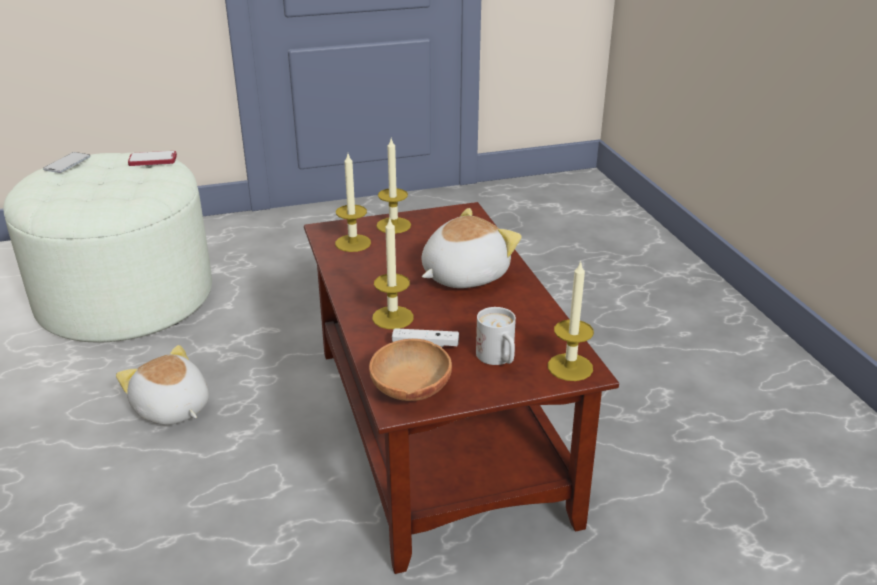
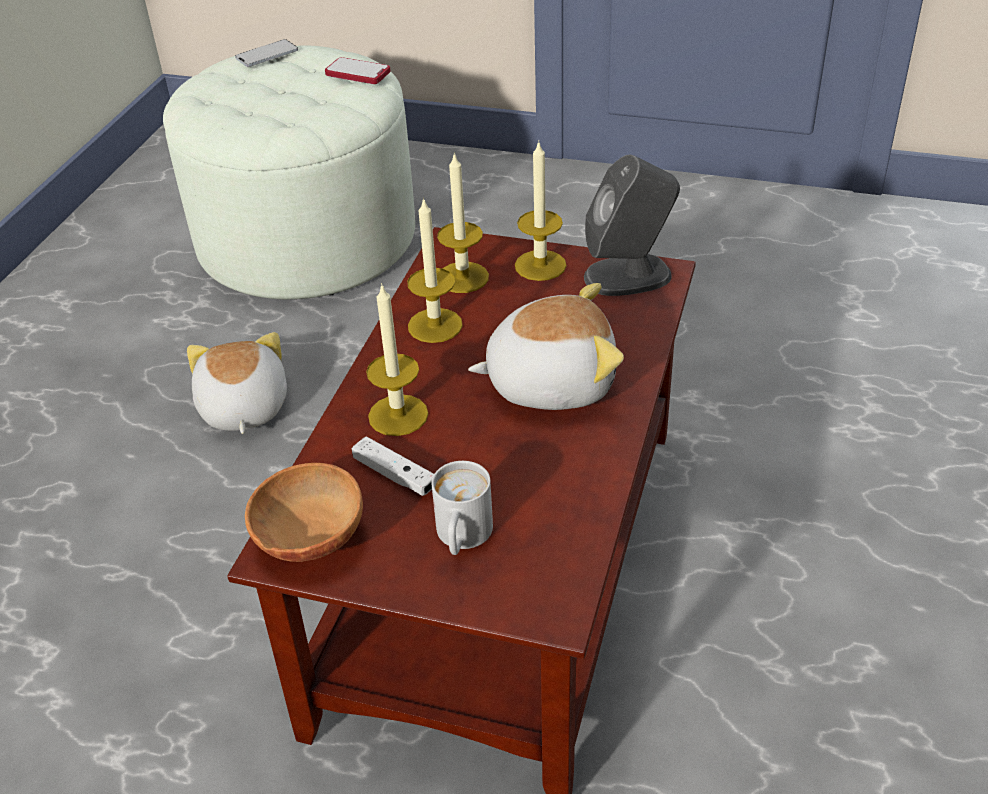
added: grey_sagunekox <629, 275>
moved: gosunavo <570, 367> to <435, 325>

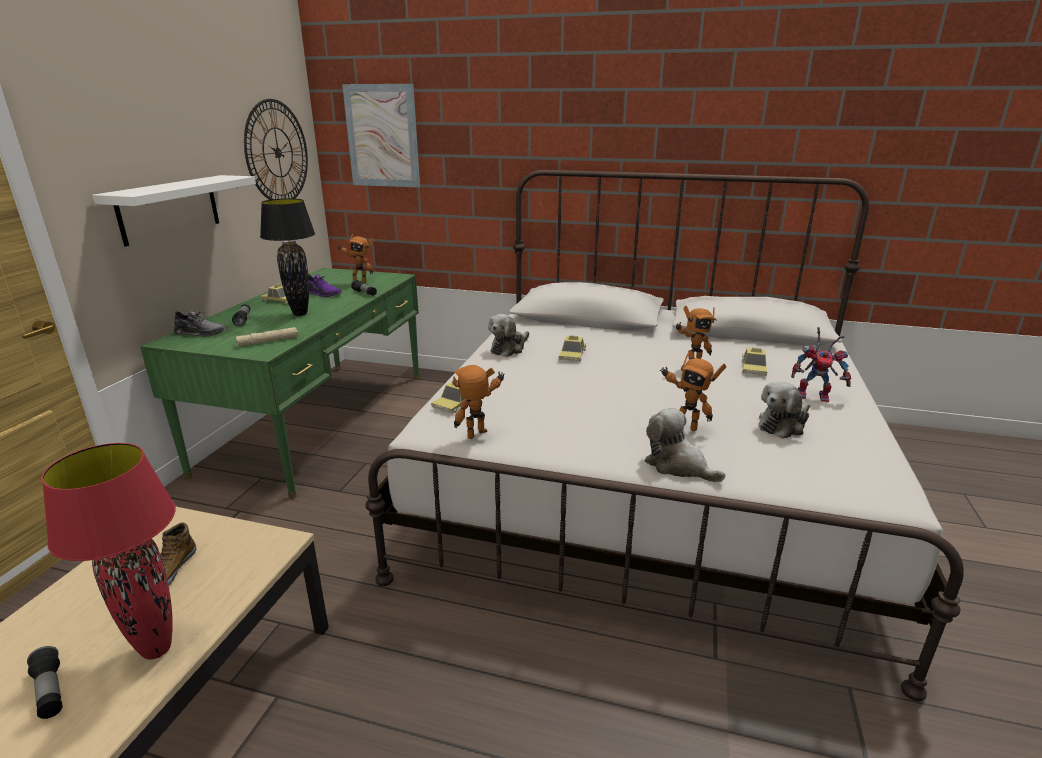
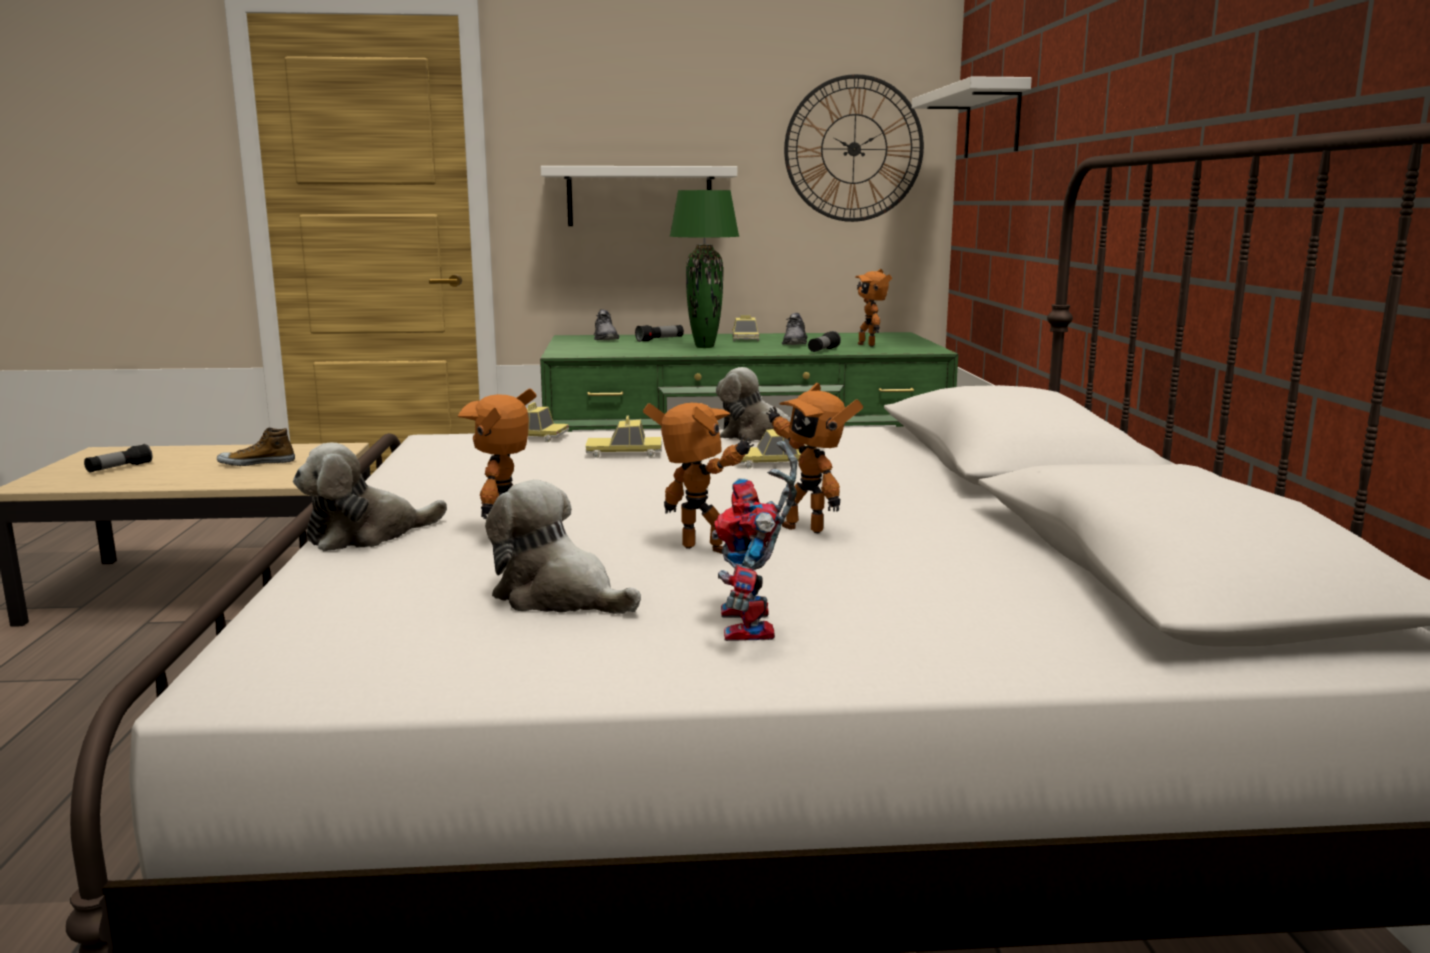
removed: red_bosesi <156, 650>; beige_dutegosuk <269, 341>
moved: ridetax <753, 368> to <624, 453>; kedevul <480, 436> to <702, 552>
replaced: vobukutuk <382, 136> to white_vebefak <992, 122>
recoloured: black_bosesi <300, 314> to green_bosesi <704, 347>; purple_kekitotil <322, 293> to grey_kekitotil <795, 343>
turned: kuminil <678, 465> = <366, 535> 150 degrees counterclockwise

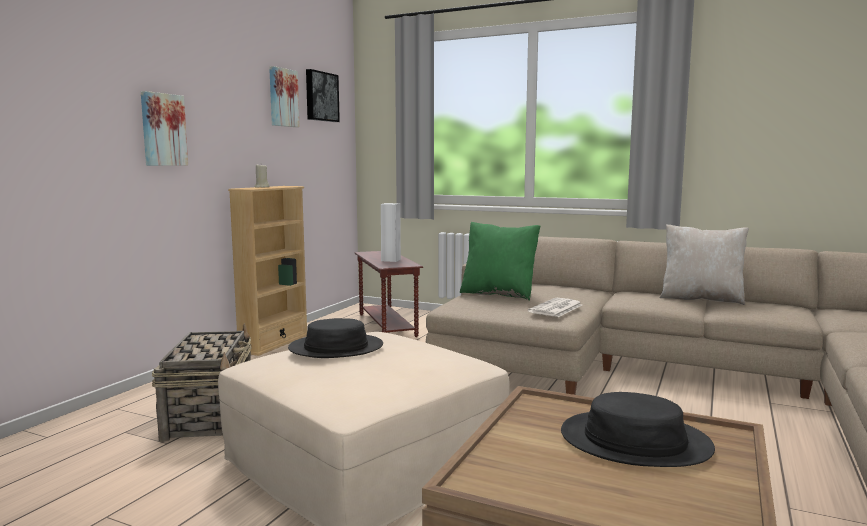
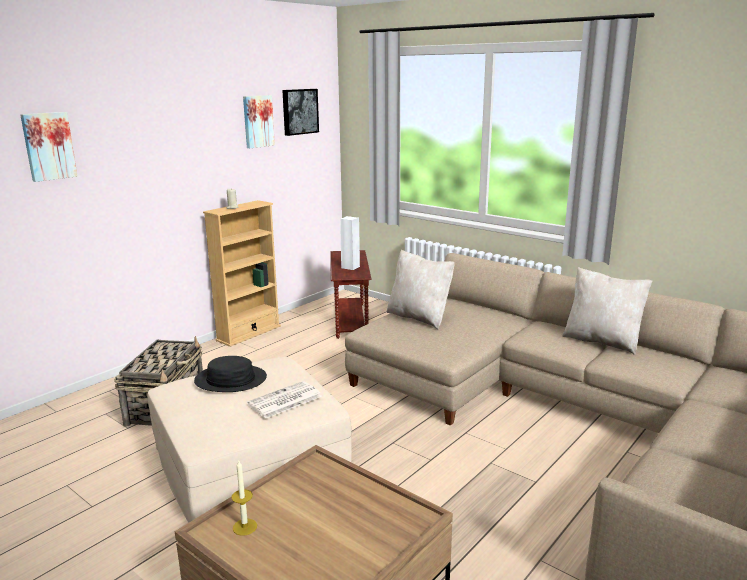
removed: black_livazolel <634, 441>
added: gosunavo <245, 527>
moved: vobukutuk <162, 130> to <48, 146>; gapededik <556, 309> to <284, 401>
recoloured: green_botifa <499, 294> to beige_botifa <419, 317>

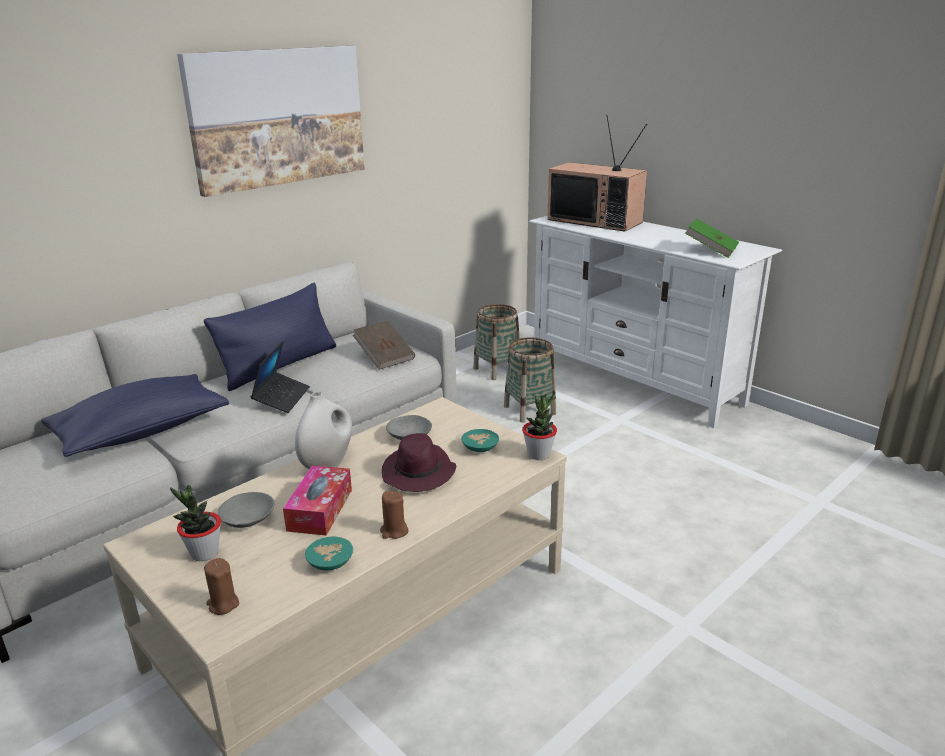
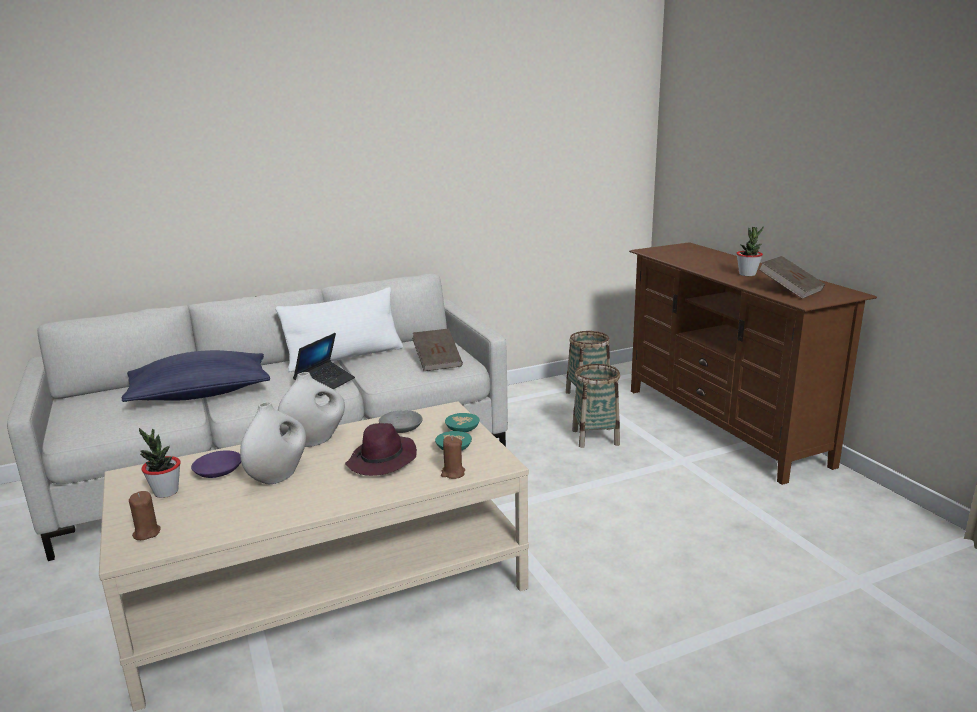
removed: vobukutuk <278, 117>; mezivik <596, 221>
moved: brown_gosunavo <394, 531> to <453, 473>; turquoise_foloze <328, 562> to <461, 429>; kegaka <539, 454> to <747, 274>
replaced: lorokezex <320, 510> to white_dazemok <278, 476>
recoloured: grey_foloze <247, 519> to purple_foloze <217, 472>; blue_botifa <279, 366> to white_botifa <345, 358>; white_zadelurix <635, 380> to brown_zadelurix <724, 425>; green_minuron <710, 250> to brown_minuron <790, 290>

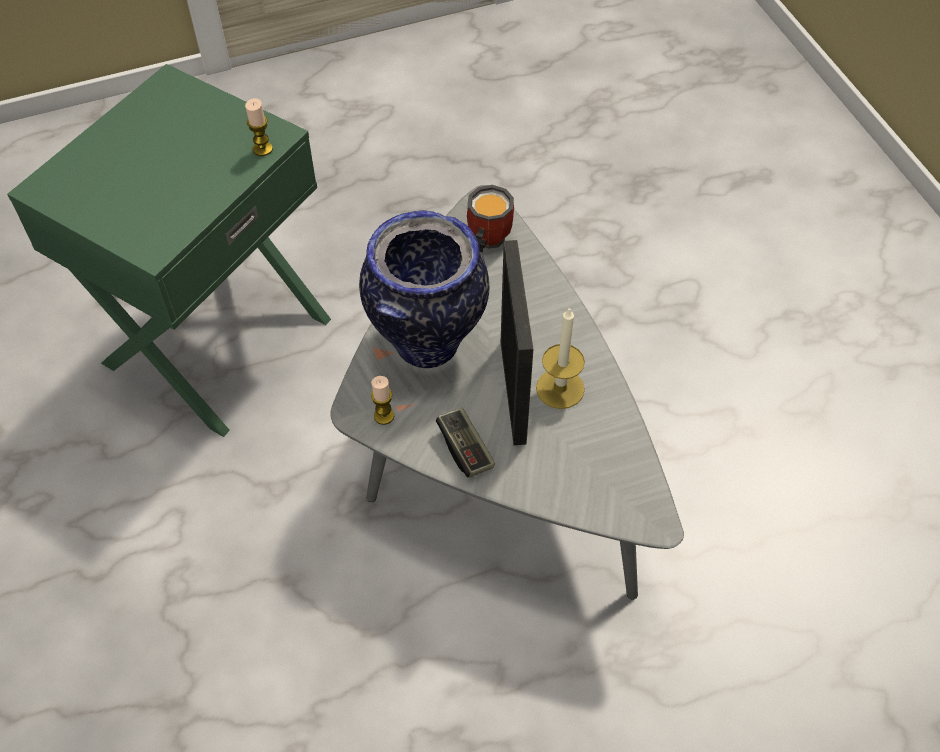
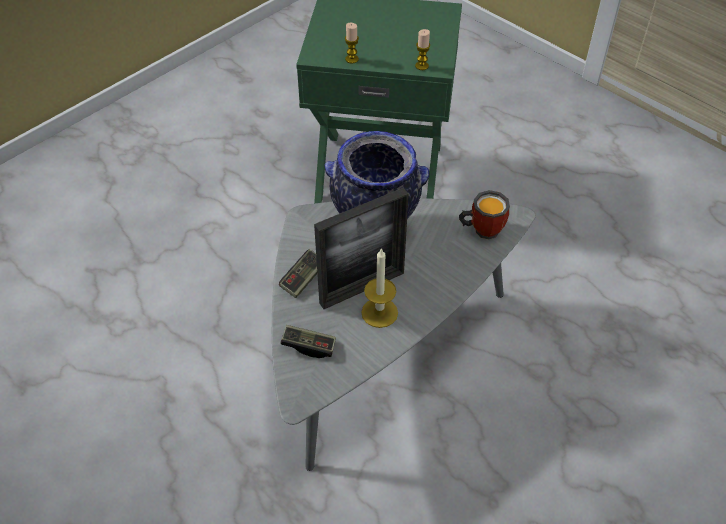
added: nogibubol <309, 346>
moved: gosunavo <384, 416> to <352, 59>

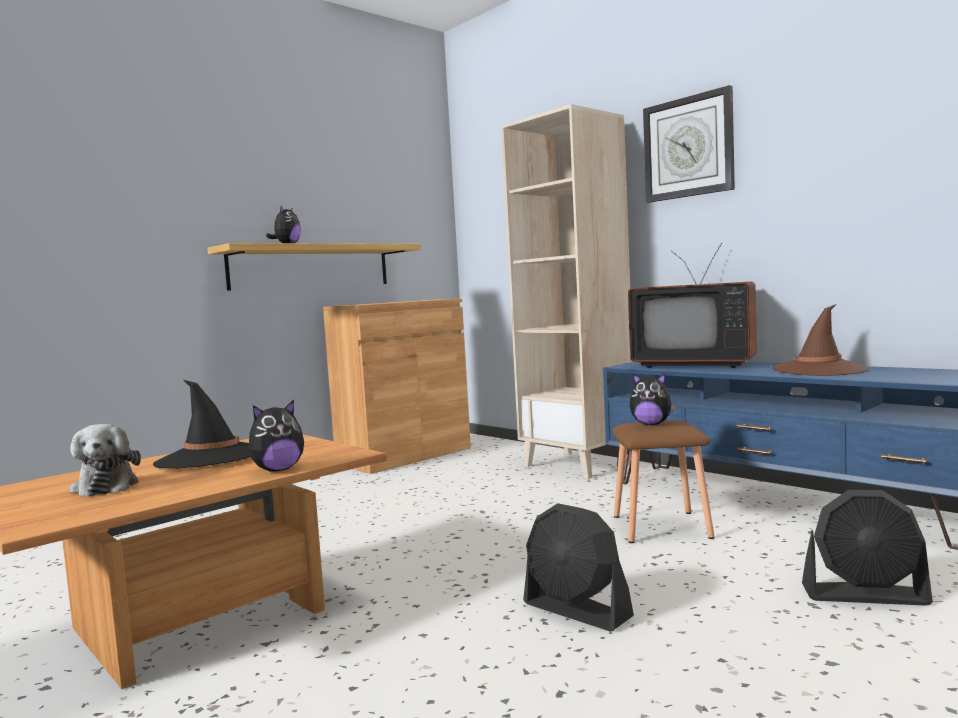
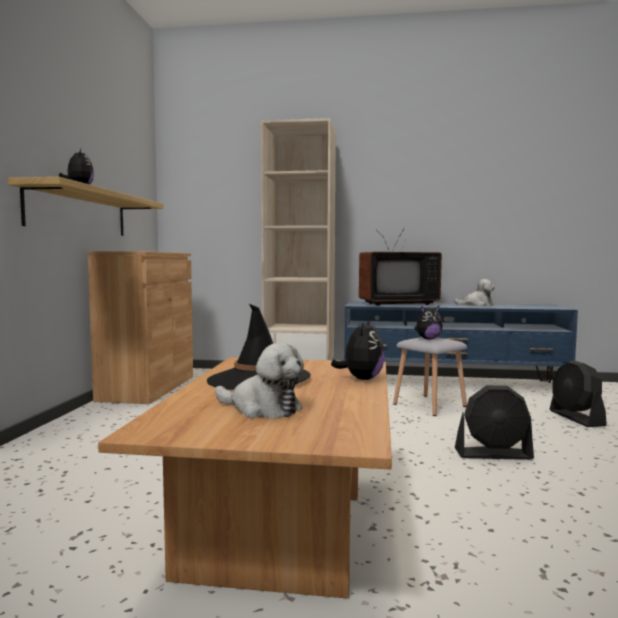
removed: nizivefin <688, 147>
replaced: brown_livazolel <819, 370> to kuminil <476, 305>
recoloured: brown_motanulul <662, 526> to grey_motanulul <429, 405>
turned: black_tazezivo <865, 595> = <576, 418> 105 degrees clockwise

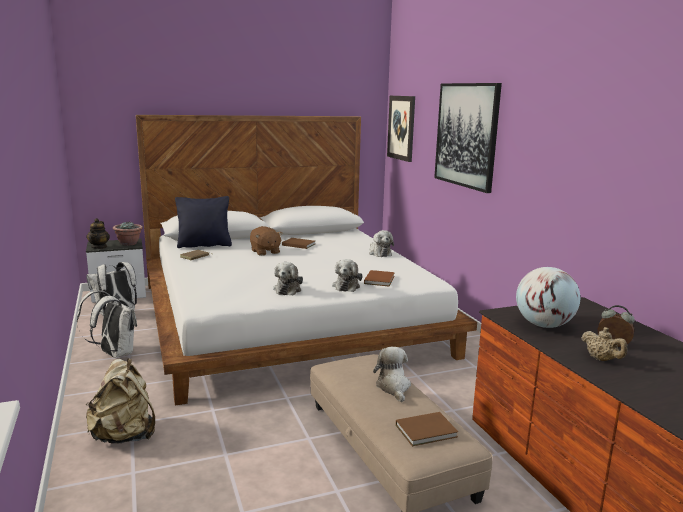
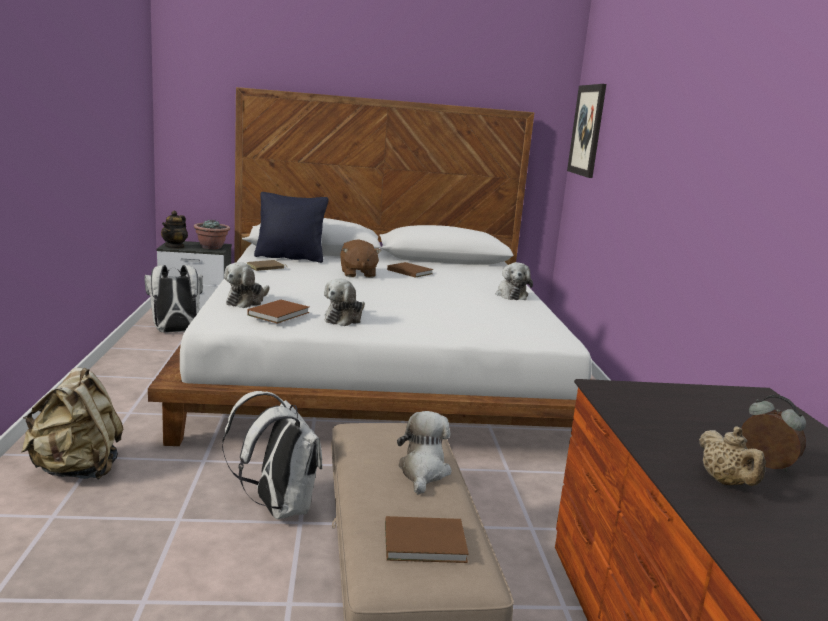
removed: vobukutuk <466, 135>; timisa <543, 325>
moved: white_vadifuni <114, 354> to <277, 507>; kuminil <346, 286> to <246, 301>; brown_minuron <380, 279> to <280, 314>

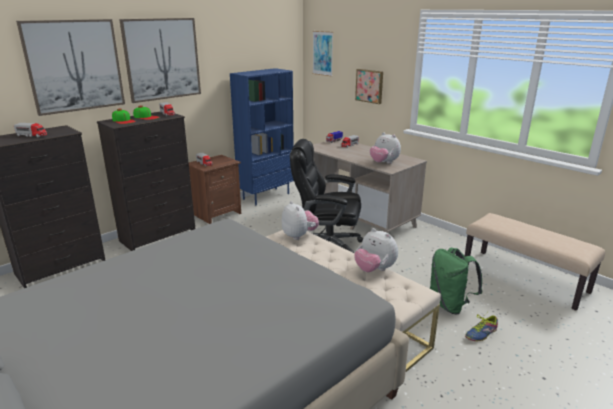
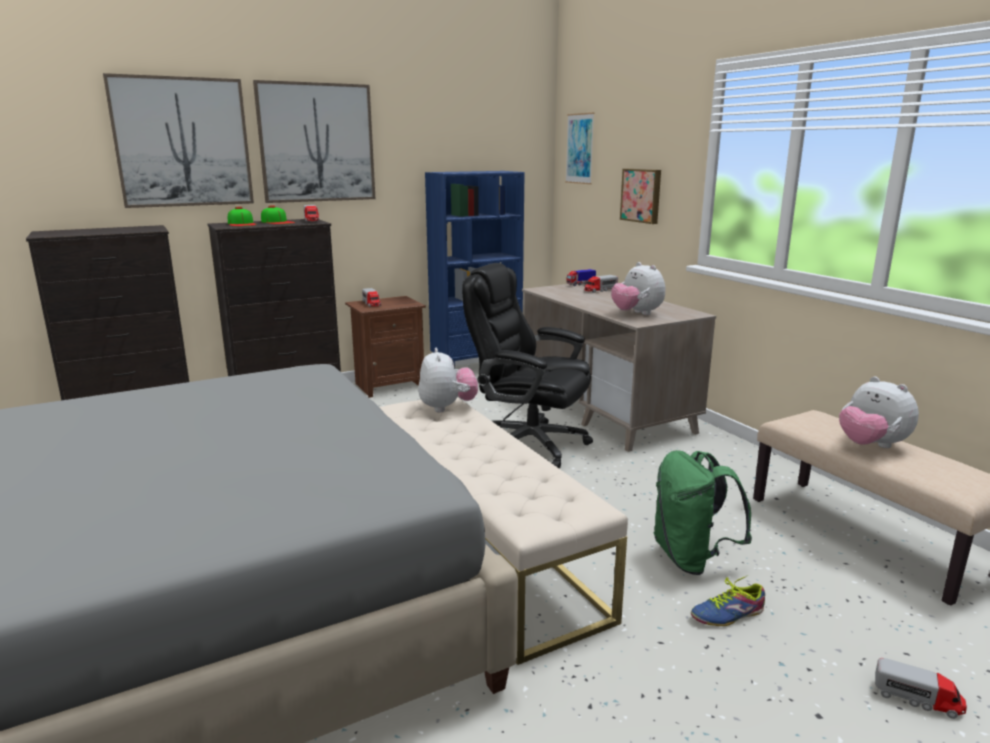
moved: kuminil <374, 269> to <871, 445>; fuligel <32, 135> to <917, 699>

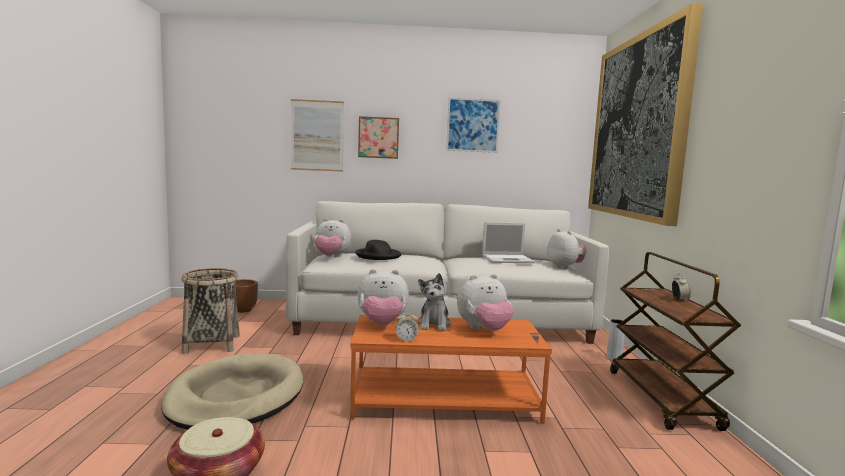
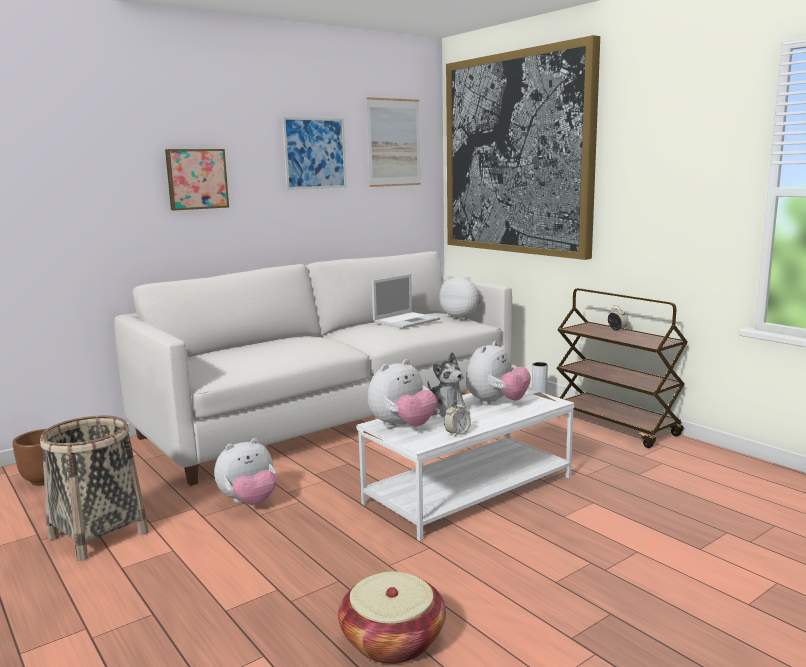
removed: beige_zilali <236, 397>; black_livazolel <378, 256>
moved: kuminil <331, 257> to <249, 502>; vobukutuk <317, 135> to <394, 142>
recoloured: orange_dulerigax <445, 400> to white_dulerigax <469, 489>

